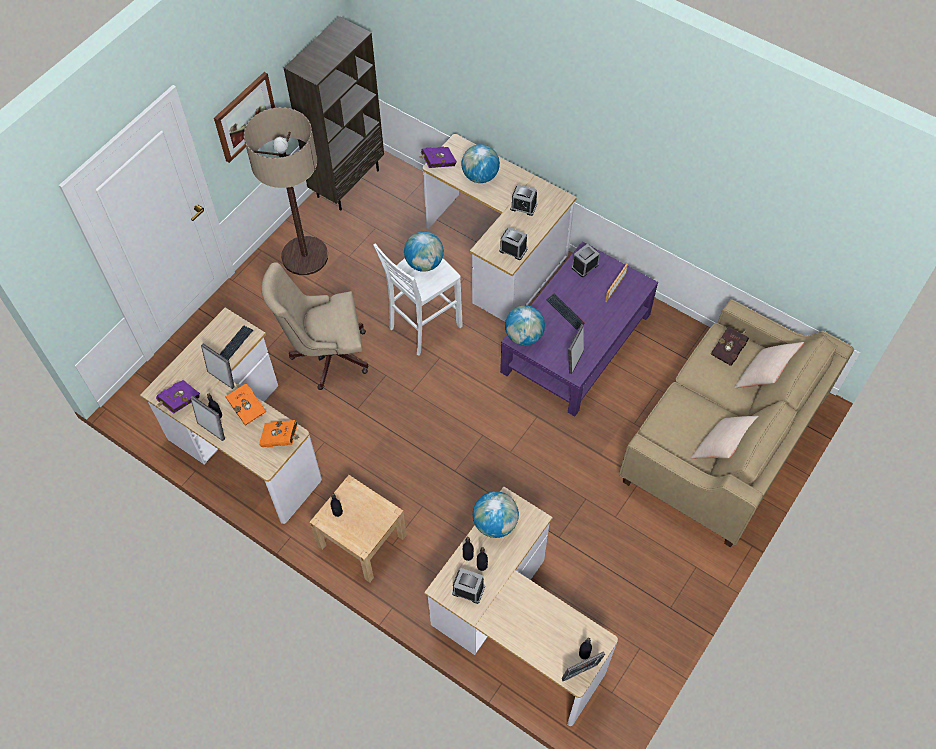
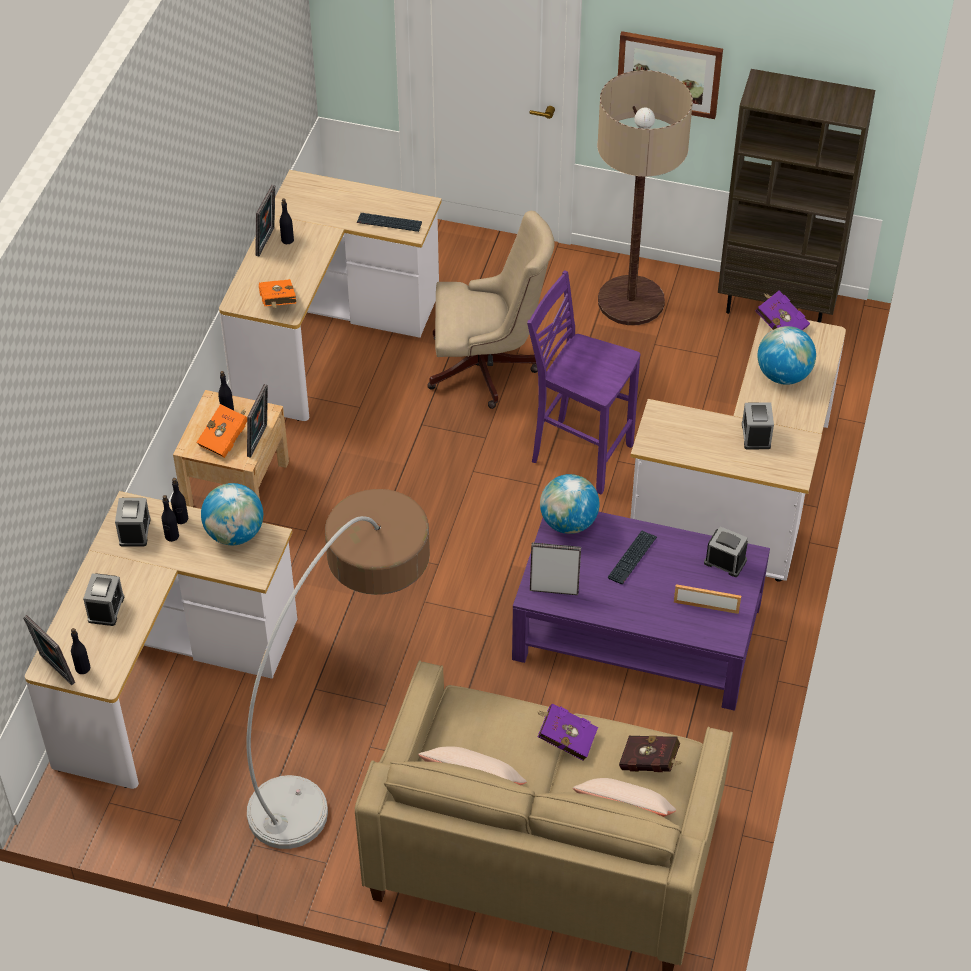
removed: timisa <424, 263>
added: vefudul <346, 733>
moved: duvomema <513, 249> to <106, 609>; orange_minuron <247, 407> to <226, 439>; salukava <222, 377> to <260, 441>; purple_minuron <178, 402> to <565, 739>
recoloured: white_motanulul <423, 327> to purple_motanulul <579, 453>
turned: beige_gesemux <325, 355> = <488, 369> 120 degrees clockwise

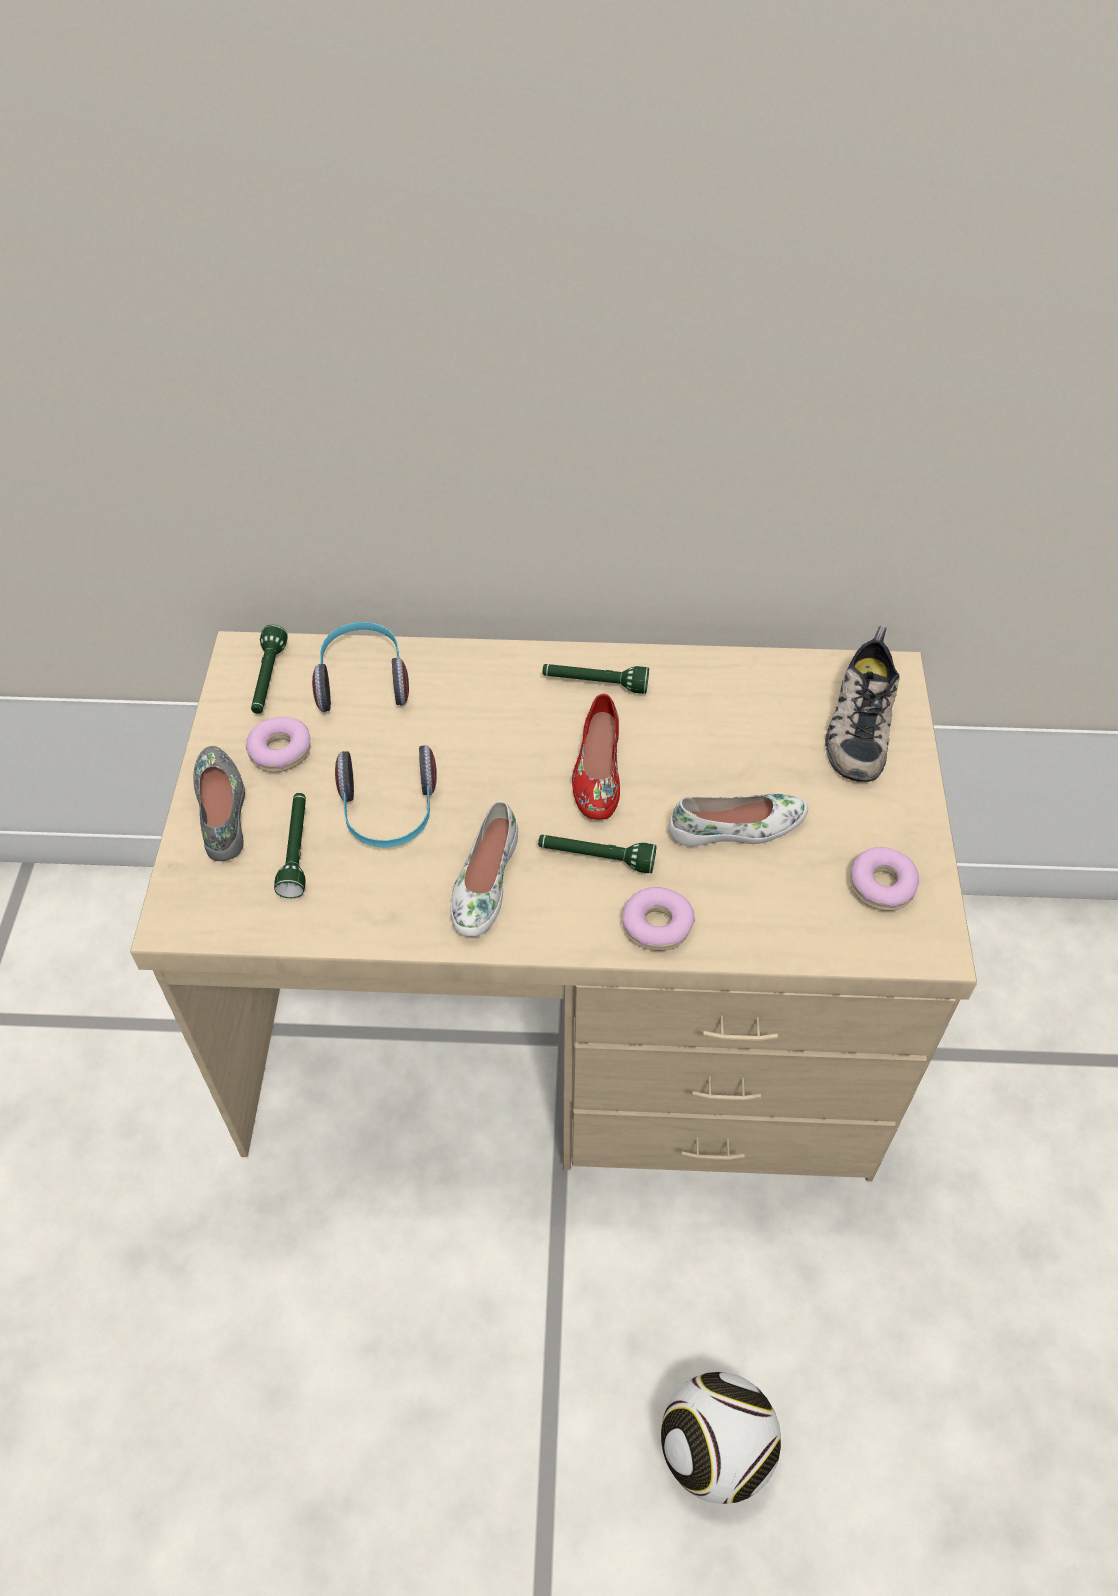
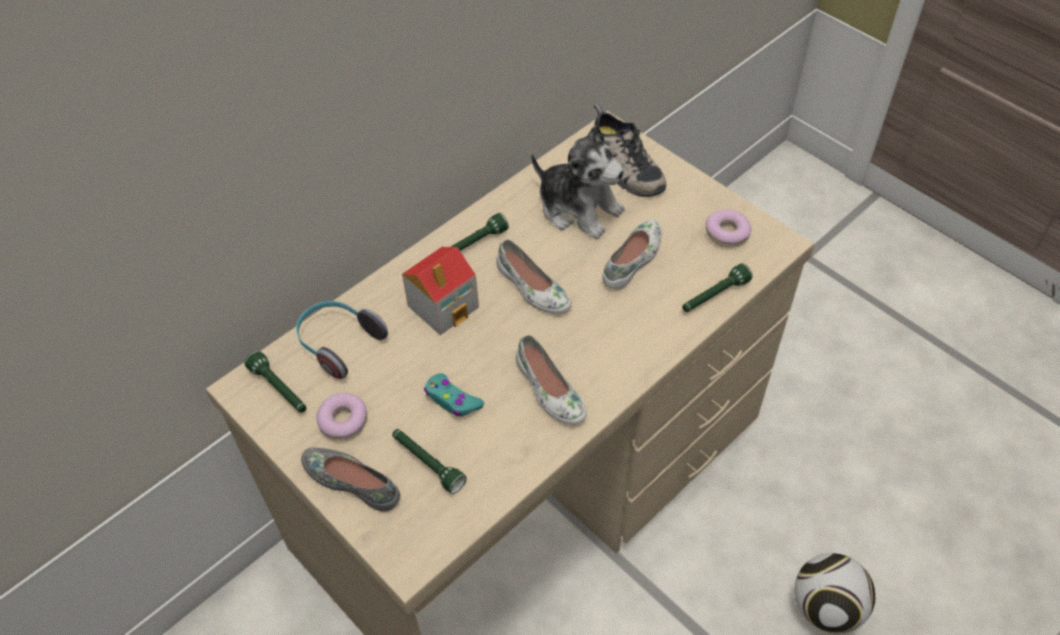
removed: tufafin <657, 925>
added: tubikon <444, 306>; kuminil <579, 208>
moved: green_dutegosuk <596, 858> to <714, 296>
replaced: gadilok <389, 813> to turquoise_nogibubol <452, 400>
recoloured: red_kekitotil <597, 771> to white_kekitotil <532, 288>

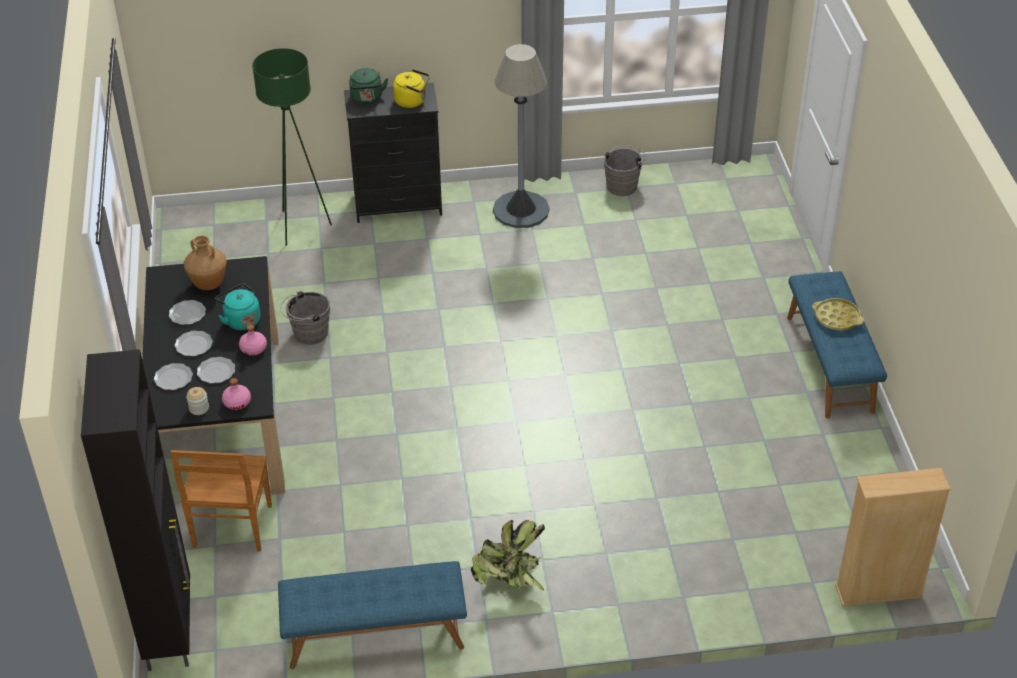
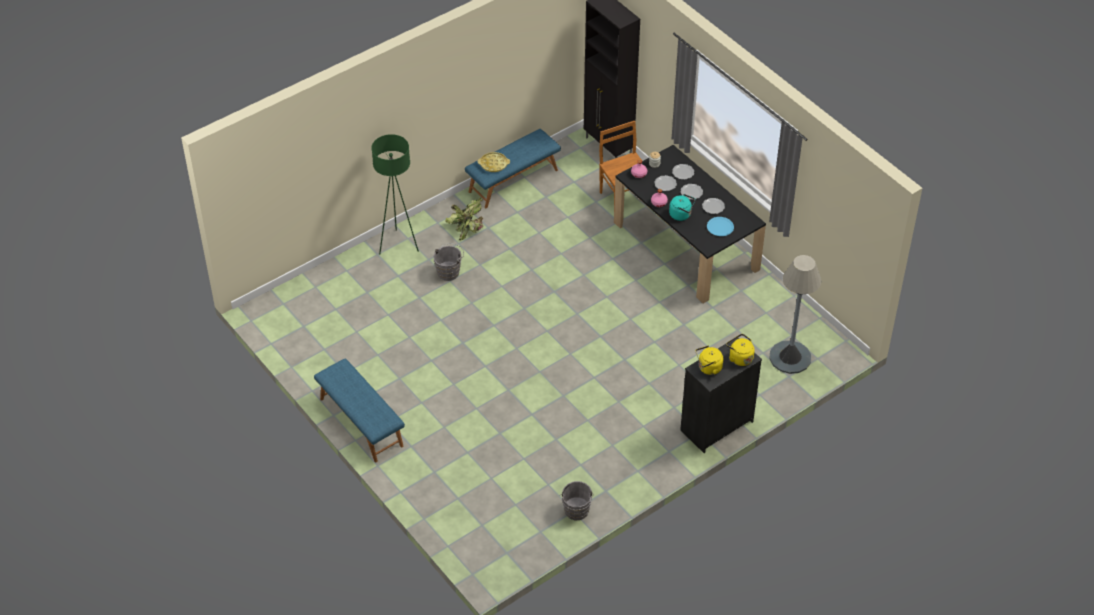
removed: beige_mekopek <878, 591>
moved: green_vefudul <299, 226> to <398, 245>; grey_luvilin <308, 334> to <449, 271>; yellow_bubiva <837, 318> to <493, 164>; grey_vefudul <521, 210> to <790, 357>
replaced: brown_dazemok <209, 284> to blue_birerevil <720, 227>
recoloured: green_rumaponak <367, 99> to yellow_rumaponak <739, 358>

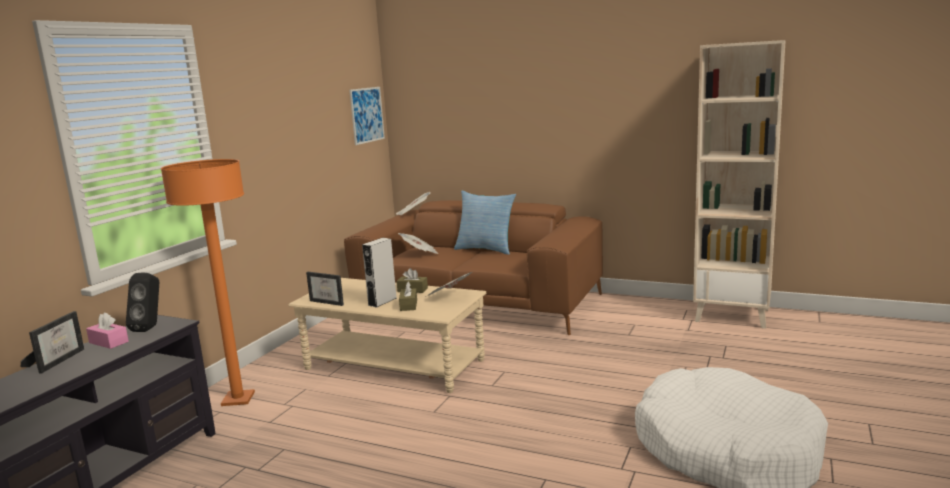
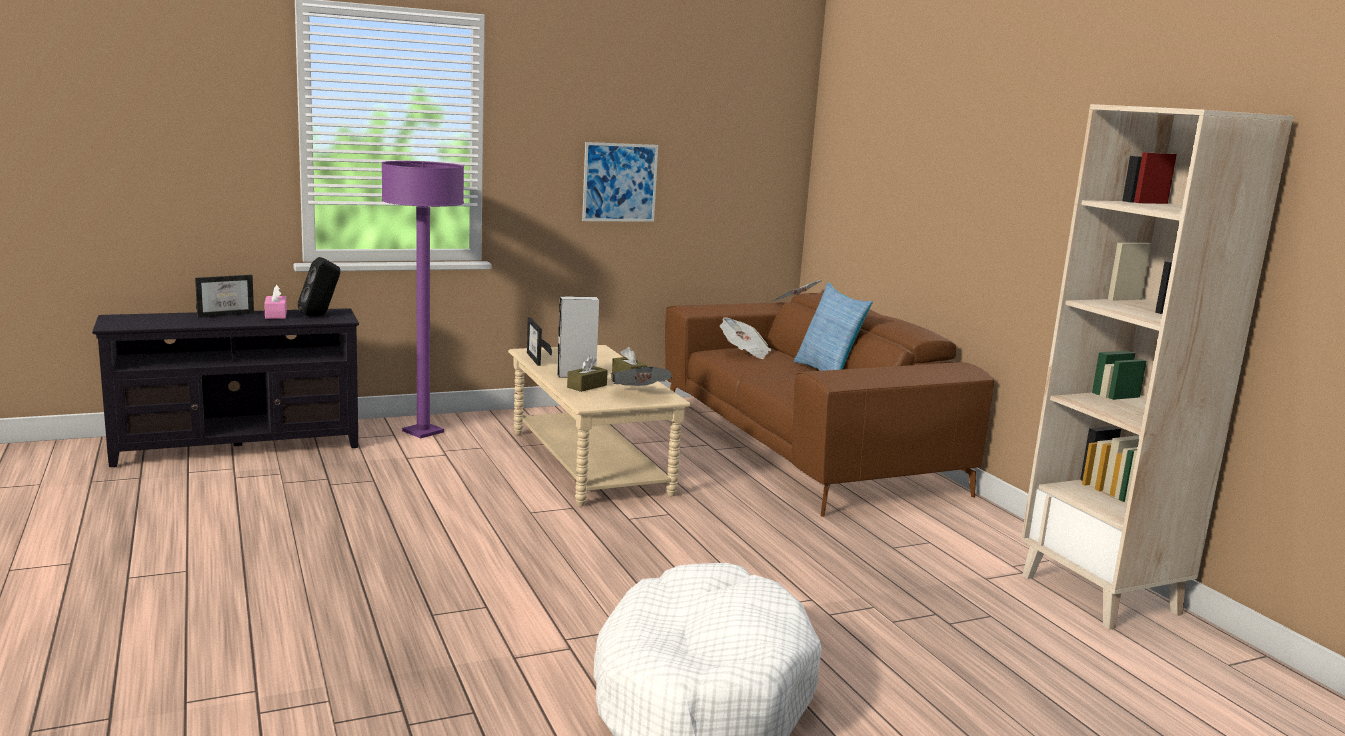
moved: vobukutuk <367, 115> to <620, 182>
recoloured: orange_vefudul <238, 399> to purple_vefudul <423, 432>

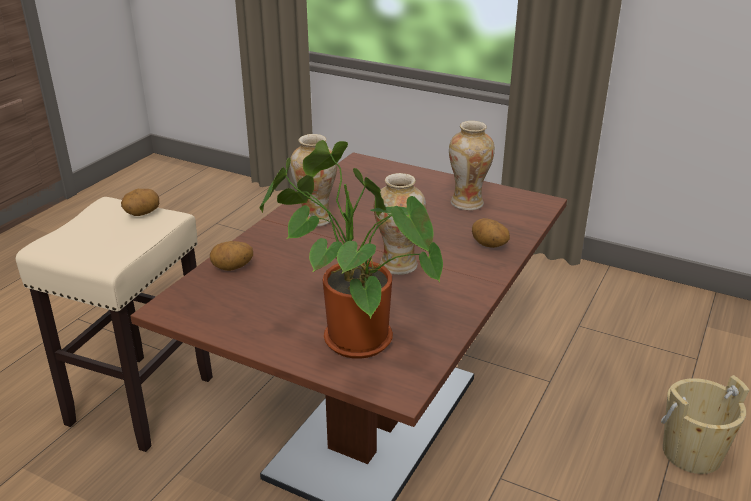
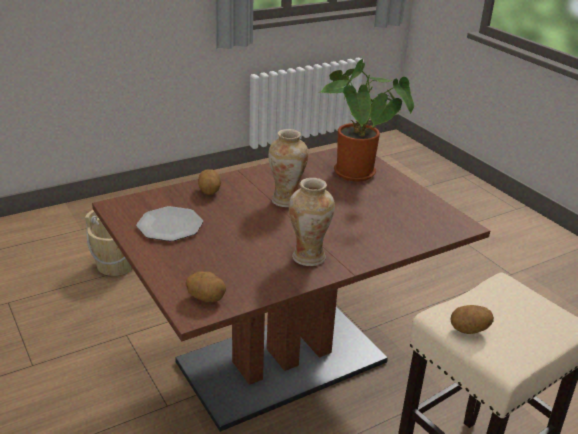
moved: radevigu <232, 268> to <206, 298>
replaced: dazemok <467, 203> to birerevil <170, 226>

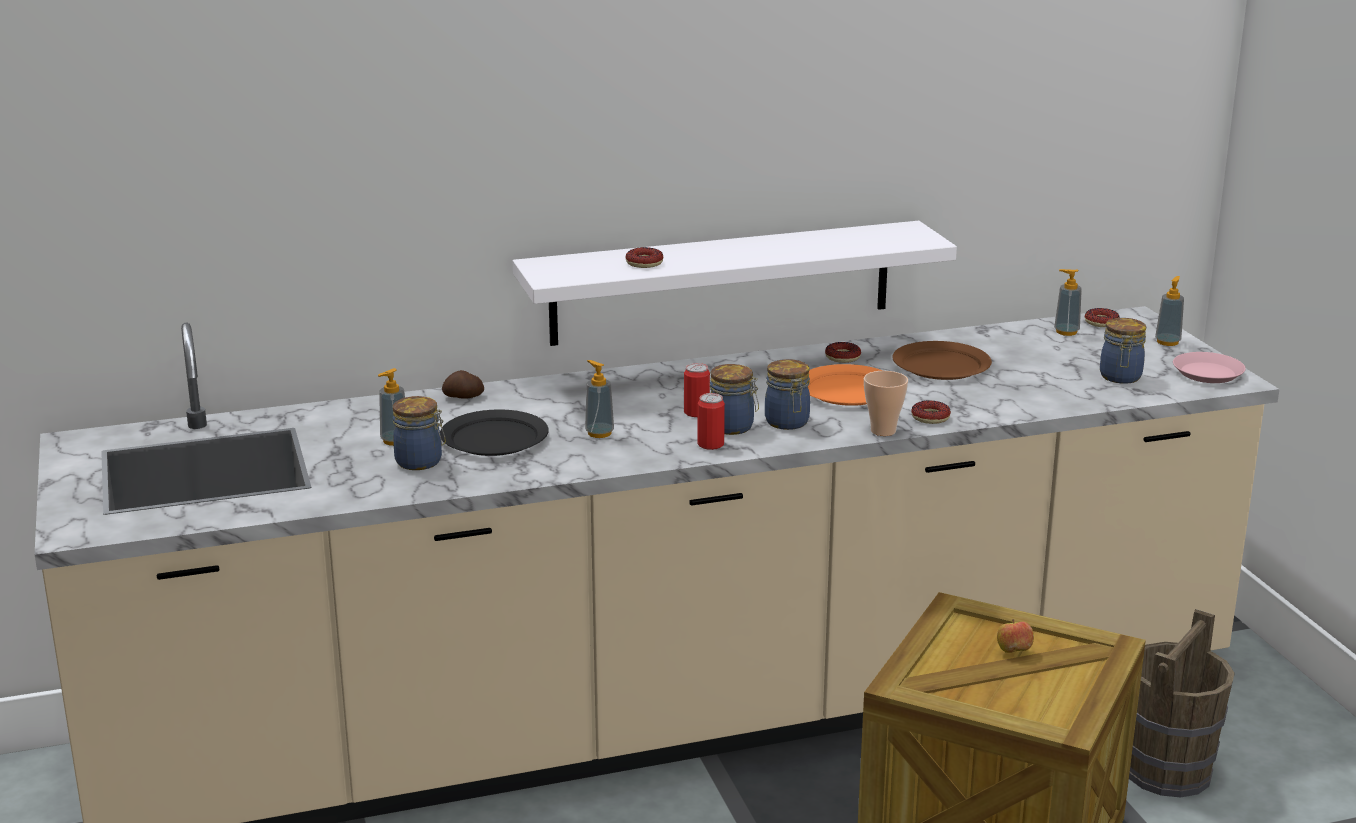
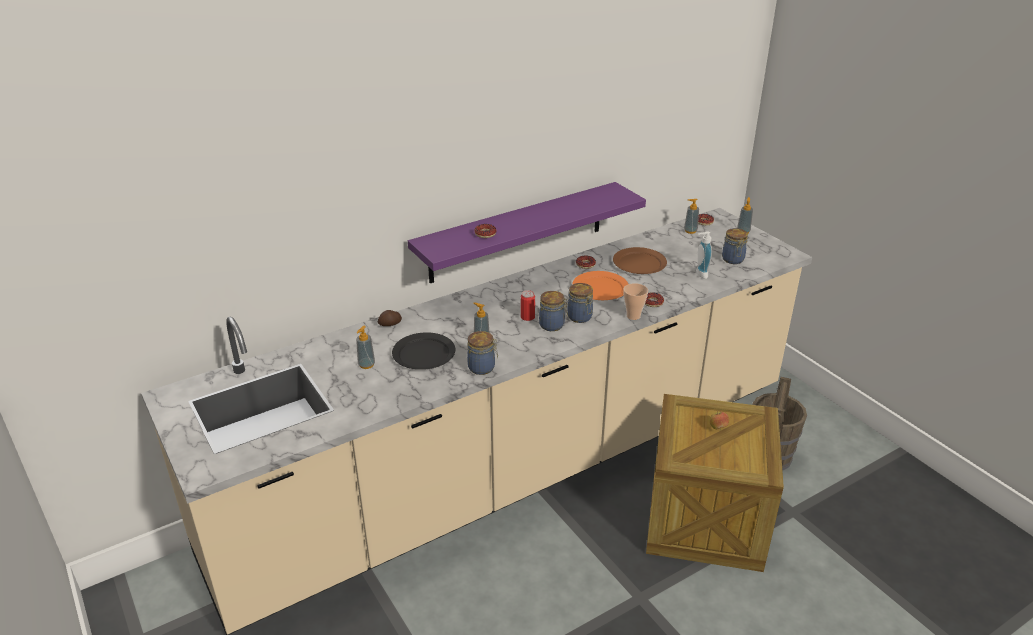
removed: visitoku <710, 444>; pink_birerevil <1207, 373>
added: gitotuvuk <699, 274>
moved: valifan <420, 462> to <482, 368>
recoloured: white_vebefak <722, 282> to purple_vebefak <517, 232>

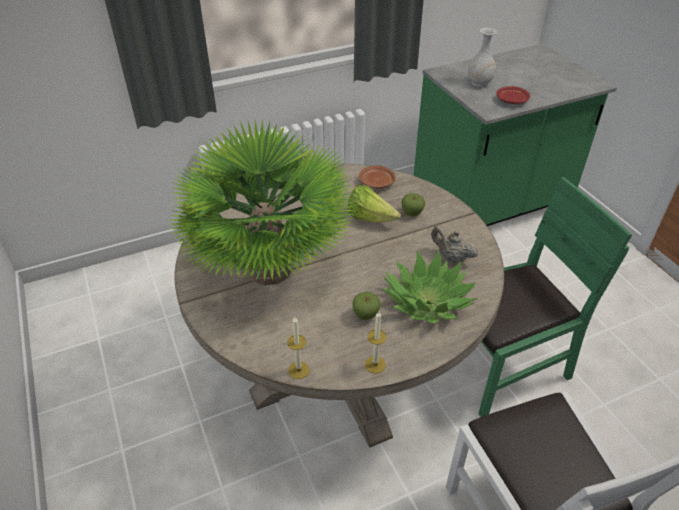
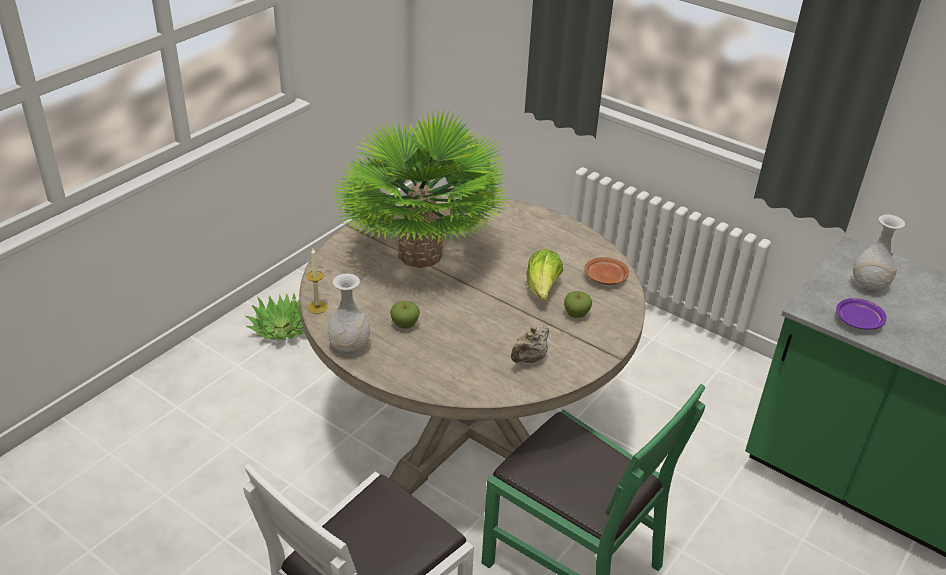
moved: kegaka <427, 301> to <282, 328>
replaced: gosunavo <375, 364> to white_dazemok <350, 347>
recoloured: red_birerevil <511, 100> to purple_birerevil <858, 321>
turned: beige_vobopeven <451, 257> = <529, 359> 150 degrees counterclockwise

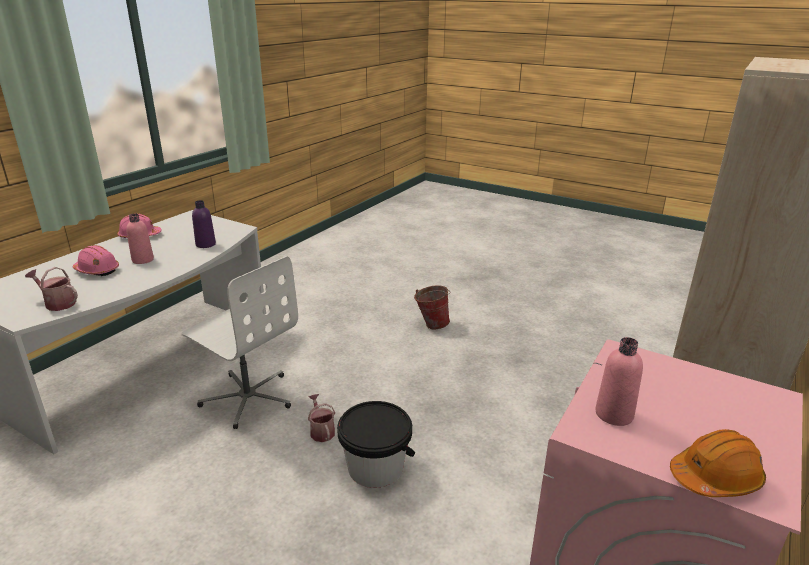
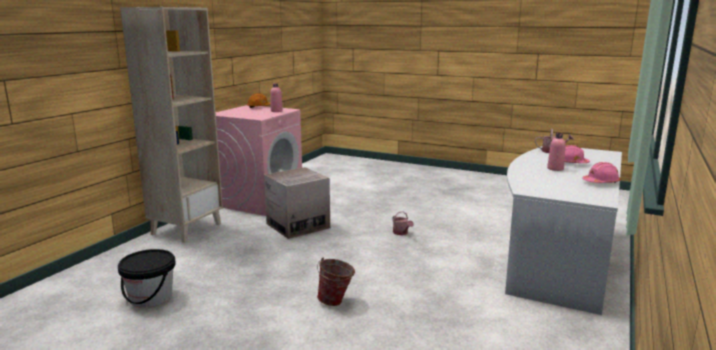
removed: white_gesemux <248, 397>; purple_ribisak <205, 244>
added: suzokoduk <298, 226>
moved: black_luvilin <375, 467> to <151, 297>

